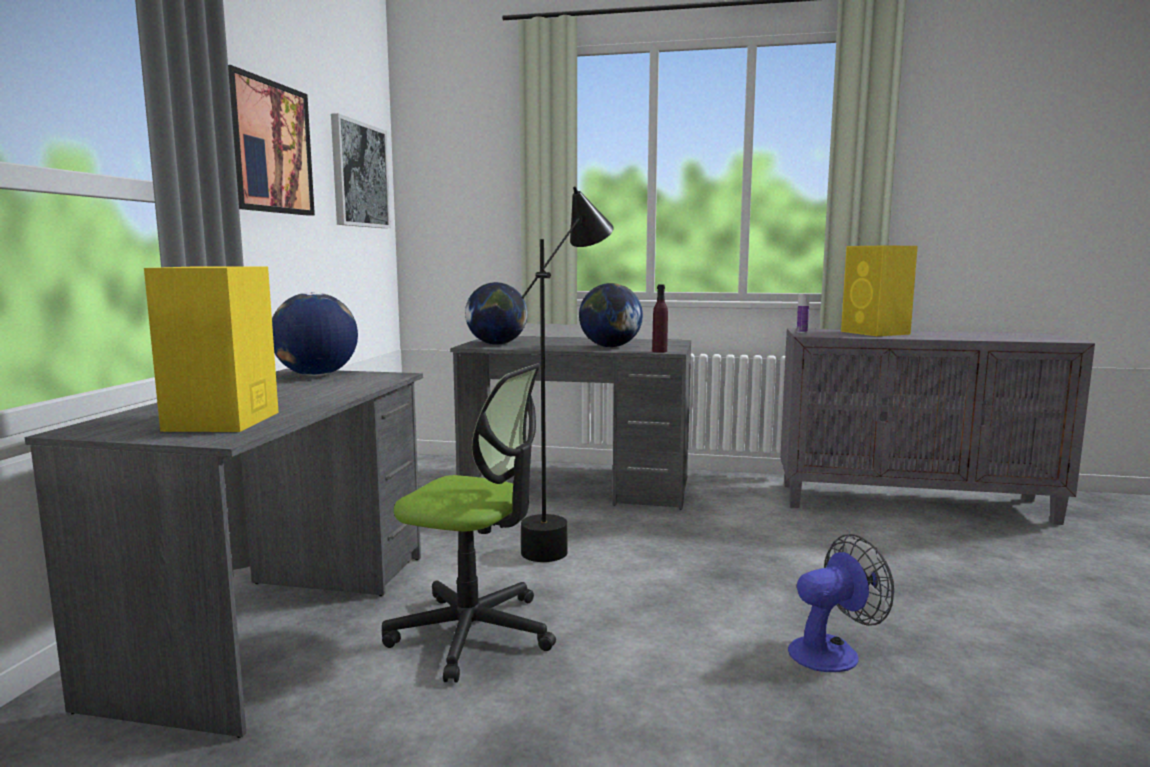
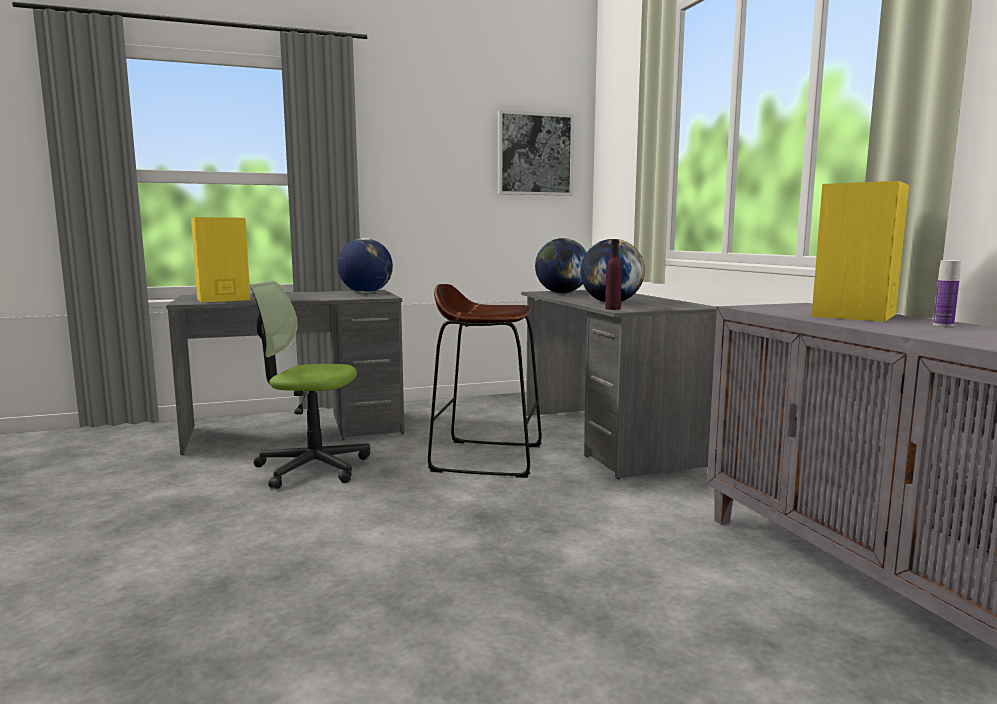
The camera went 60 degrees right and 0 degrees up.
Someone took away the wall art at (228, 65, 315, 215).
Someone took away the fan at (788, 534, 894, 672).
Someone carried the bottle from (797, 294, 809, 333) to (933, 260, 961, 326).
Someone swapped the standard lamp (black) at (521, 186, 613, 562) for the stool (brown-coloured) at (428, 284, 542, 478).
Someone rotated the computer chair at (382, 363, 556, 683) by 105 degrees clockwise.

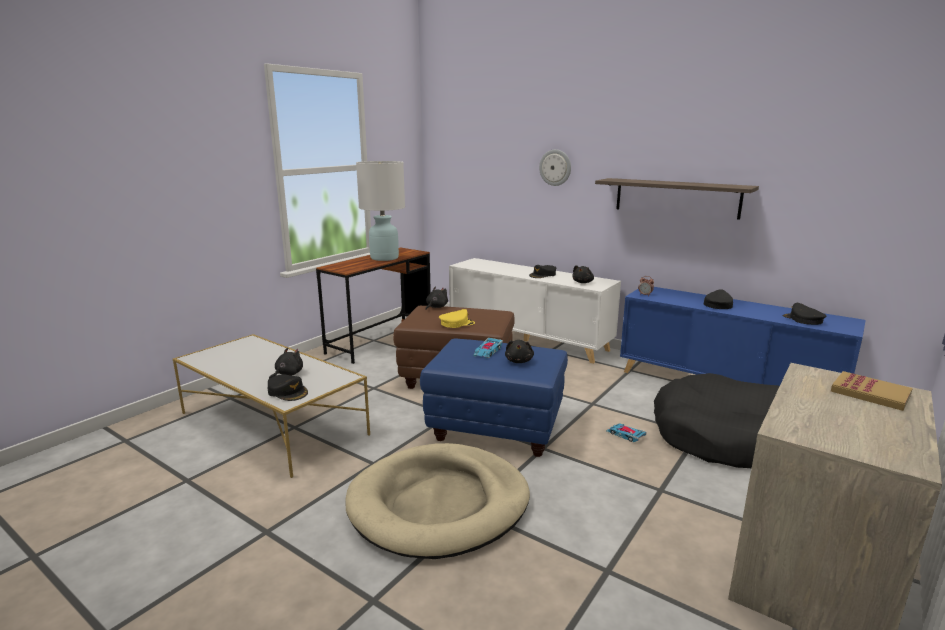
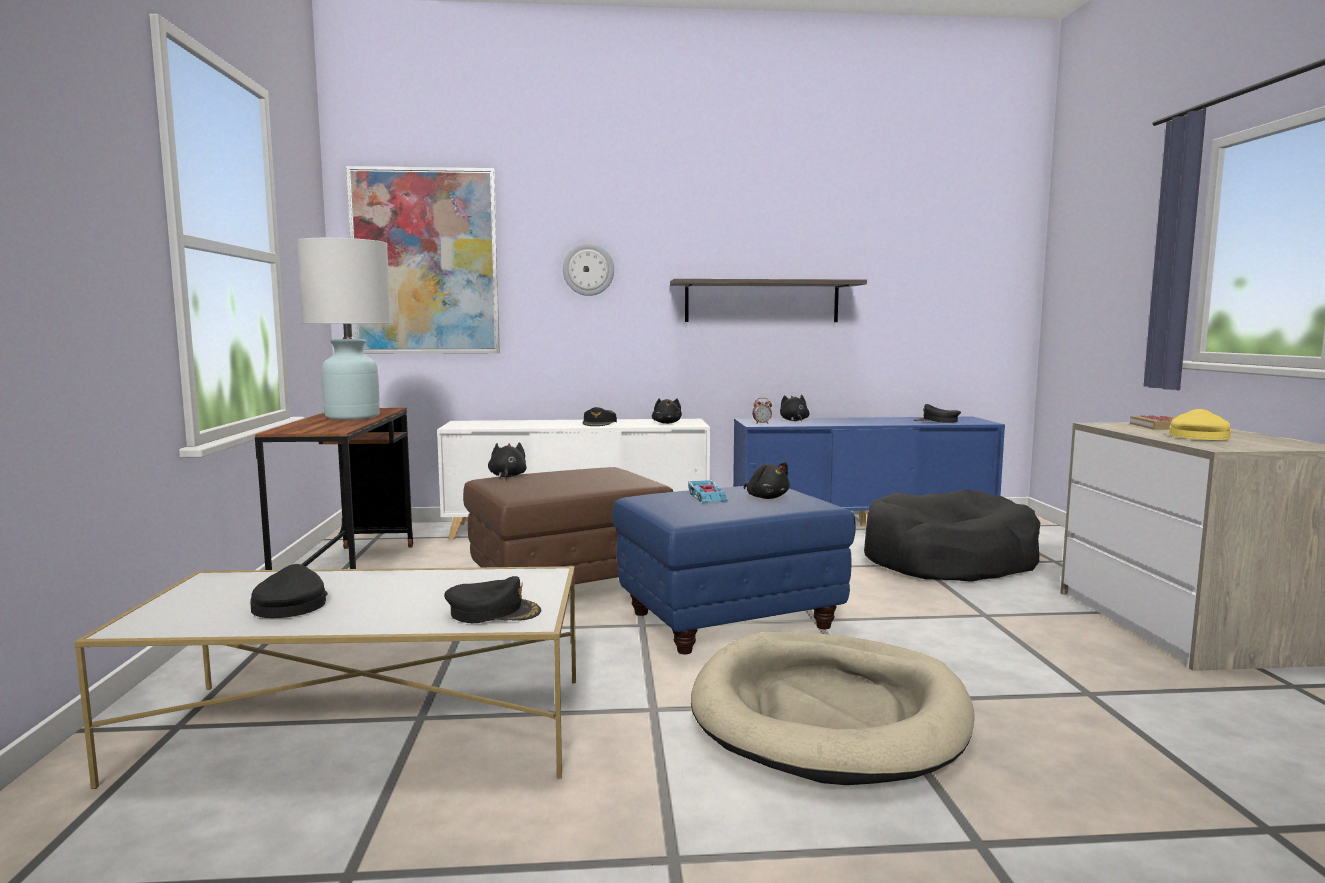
The camera went 40 degrees left and 10 degrees down.
Someone took away the model car at (606, 423, 647, 442).
Someone put up the wall art at (346, 166, 500, 354).
Someone carried the cuddly toy (black) from (269, 348, 303, 379) to (780, 395, 809, 421).
Someone carried the cap (yellow-coloured) from (439, 309, 475, 328) to (1169, 409, 1231, 440).
Someone carried the cap (black) from (704, 289, 733, 309) to (250, 564, 328, 618).

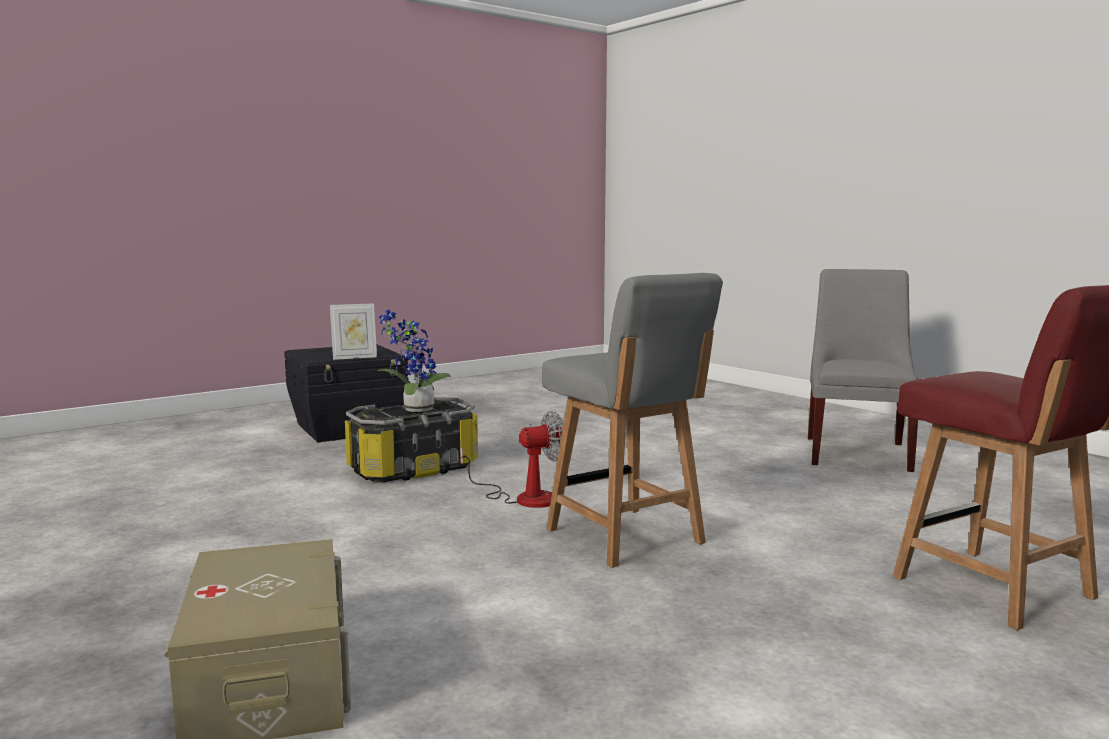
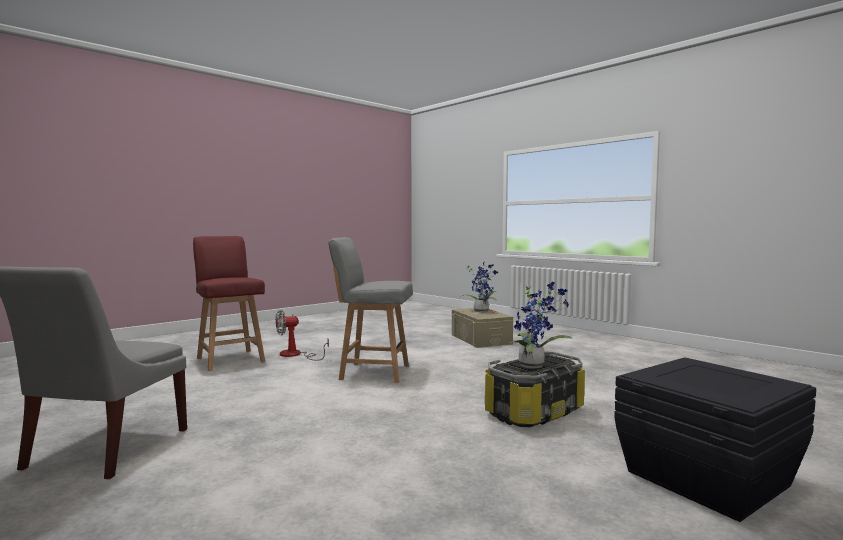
The camera went 175 degrees right and 5 degrees down.
Someone took away the picture frame at (330, 303, 377, 360).
Someone put down the potted plant at (462, 261, 498, 312).
Someone carried the fan from (460, 411, 563, 508) to (276, 310, 329, 361).
Someone rotated the upright chair (greyish) at (542, 273, 723, 568) by 45 degrees counterclockwise.

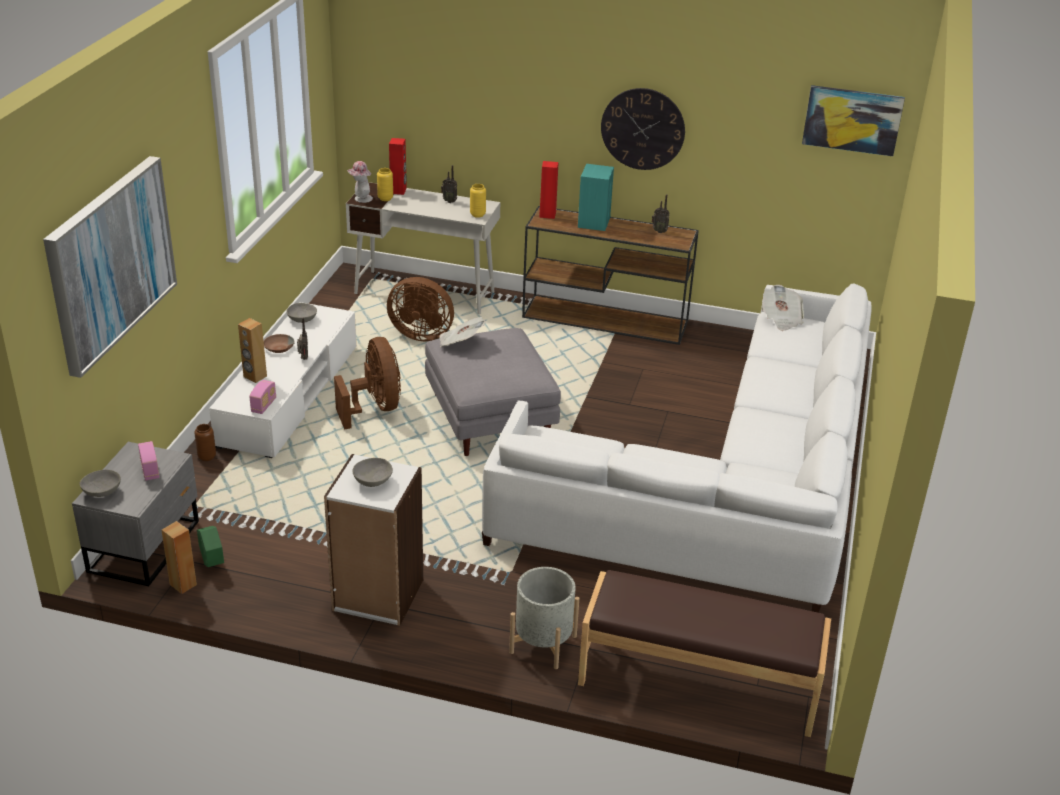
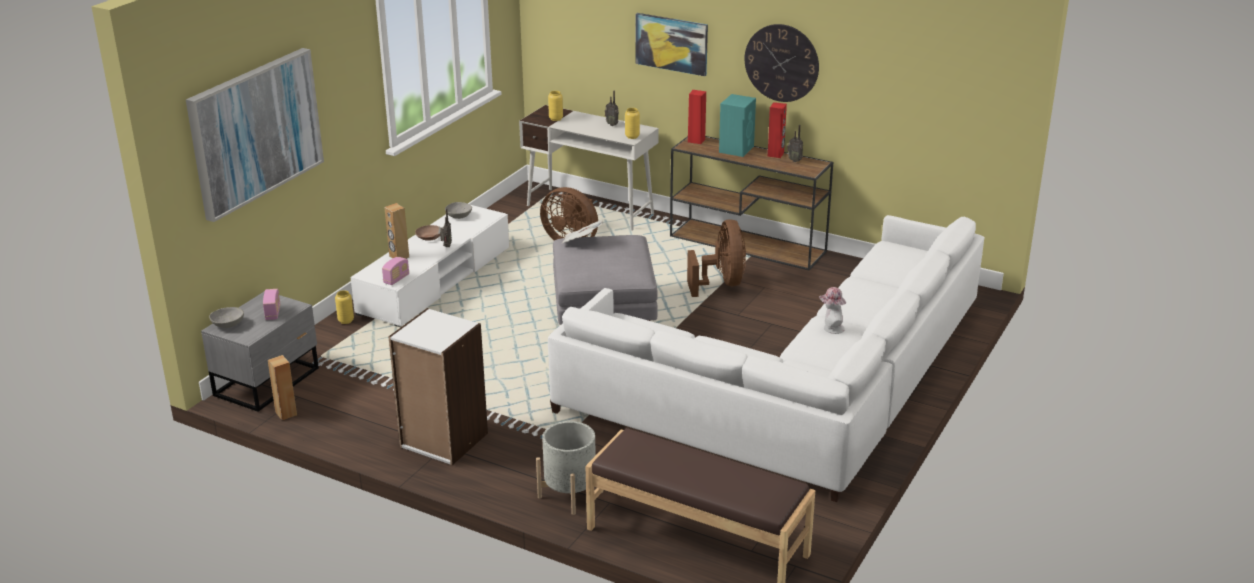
The camera went 15 degrees right and 5 degrees down.
Someone took away the planter (green-coloured) at (197, 526, 224, 567).
Someone took away the bowl (greyish) at (352, 458, 393, 487).
Someone took away the newspaper at (761, 285, 804, 331).
Someone carried the fan (brown-coloured) from (334, 337, 401, 429) to (687, 219, 746, 297).
Someone carried the hat from (347, 161, 373, 203) to (819, 287, 846, 334).
Someone carried the speaker (reddish) from (389, 138, 407, 195) to (768, 102, 787, 158).
Someone carried the wall art from (802, 85, 905, 156) to (636, 13, 708, 76).
Someone repainted the flower vase (brown-coloured) at (194, 424, 216, 461), which became the flower vase (yellow-coloured) at (335, 290, 354, 324).

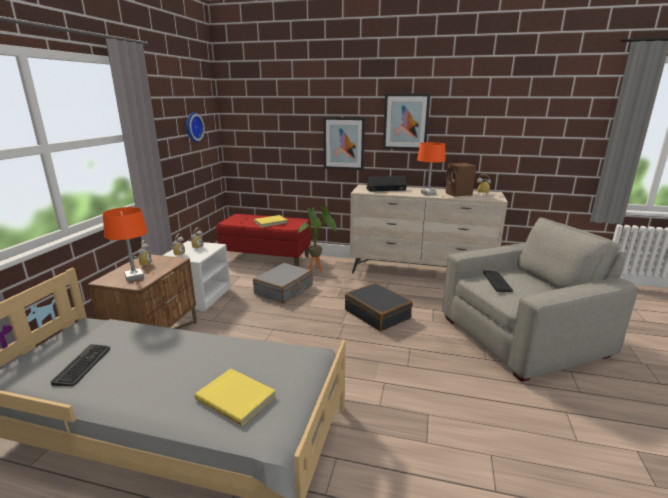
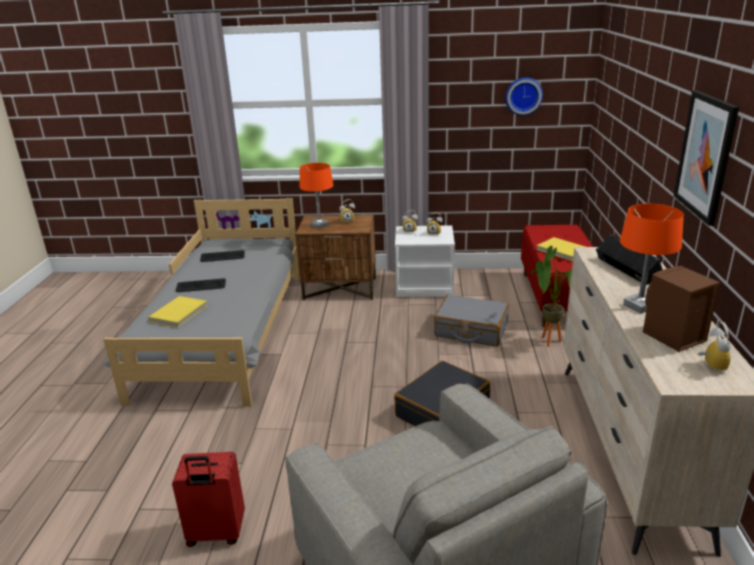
The camera went 80 degrees right and 5 degrees up.
Someone took away the wall art at (323, 117, 365, 170).
Someone put down the suitcase (reddish) at (172, 452, 245, 547).
Someone carried the PC keyboard from (483, 270, 513, 292) to (176, 278, 226, 292).

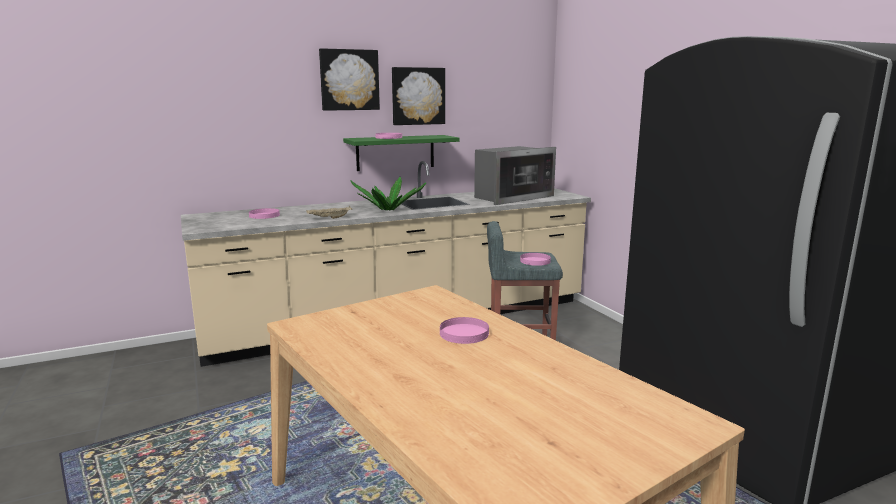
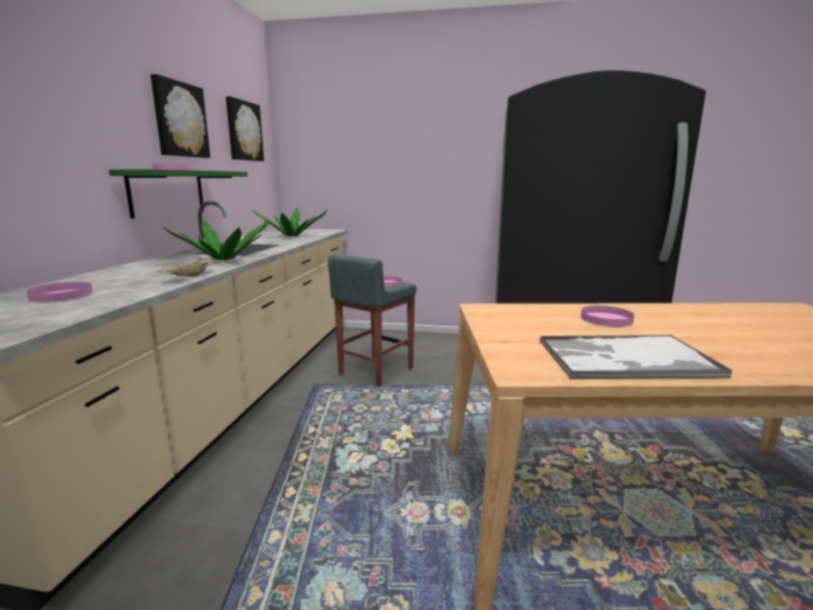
The camera went 55 degrees left and 0 degrees up.
Someone put down the tray at (540, 335, 732, 379).
Someone carried the wall art from (319, 48, 380, 111) to (226, 96, 264, 161).
Someone swapped the microwave oven at (474, 146, 556, 205) for the potted plant at (253, 208, 328, 236).

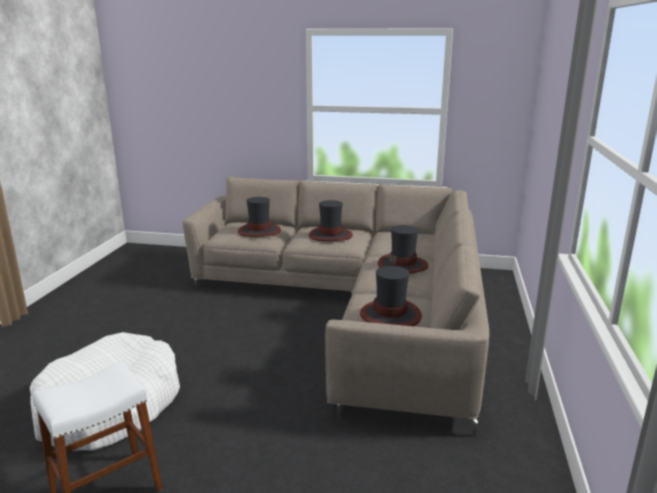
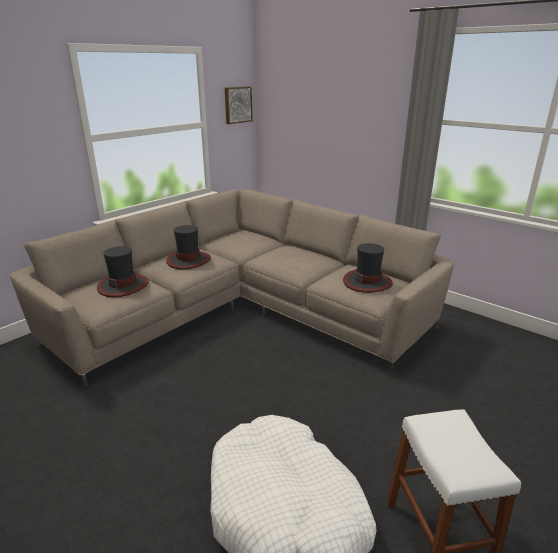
The camera went 60 degrees left and 5 degrees up.
Someone took away the hat at (378, 225, 429, 274).
Someone put up the wall art at (225, 86, 253, 124).

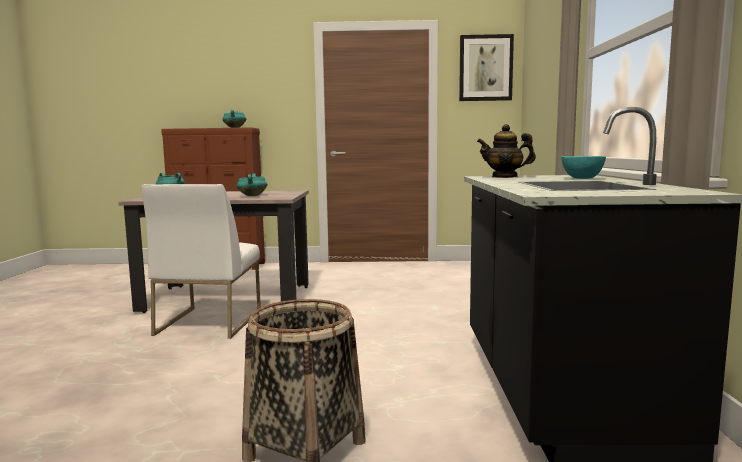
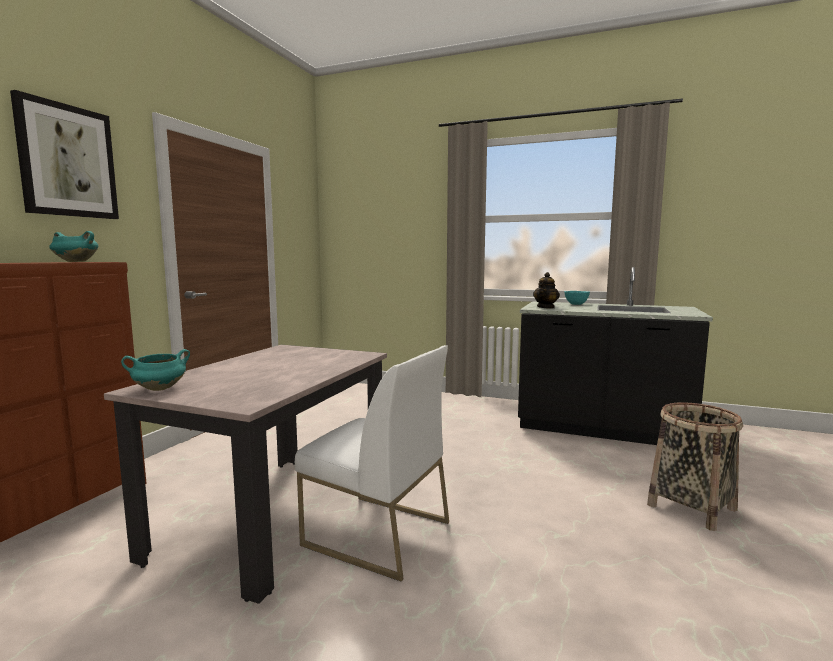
The camera went 70 degrees left and 0 degrees up.
Someone took away the saucepot (blue-green) at (237, 173, 267, 196).
Someone carried the wall art from (459, 34, 514, 101) to (10, 90, 119, 219).

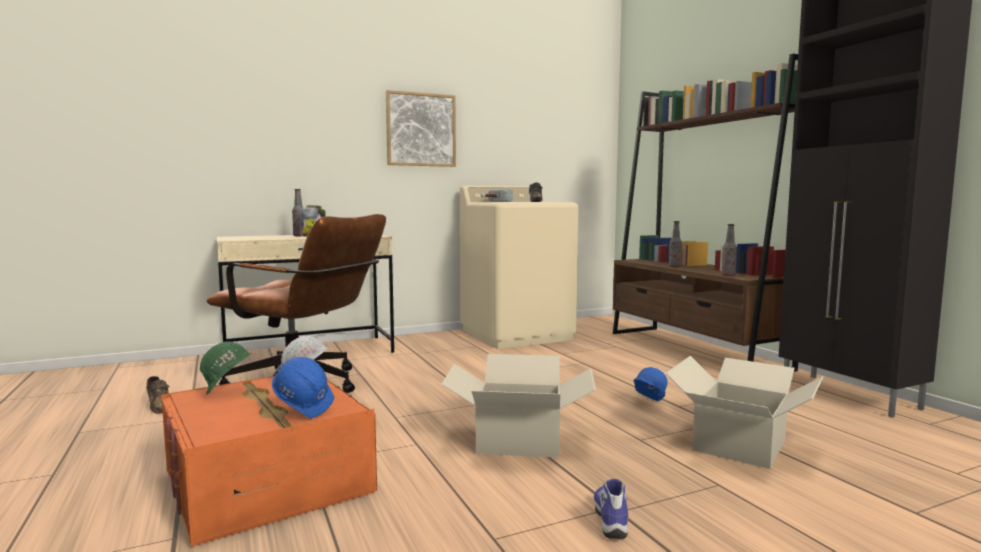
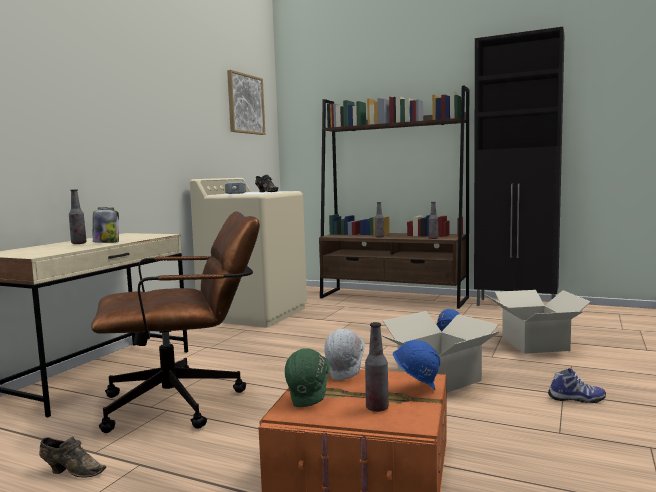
The camera went 40 degrees left and 0 degrees up.
Someone put down the bottle at (365, 322, 389, 412).
Someone carried the wall art from (386, 90, 456, 167) to (227, 70, 265, 135).
Someone rotated the shoe at (594, 479, 628, 539) by 135 degrees clockwise.

